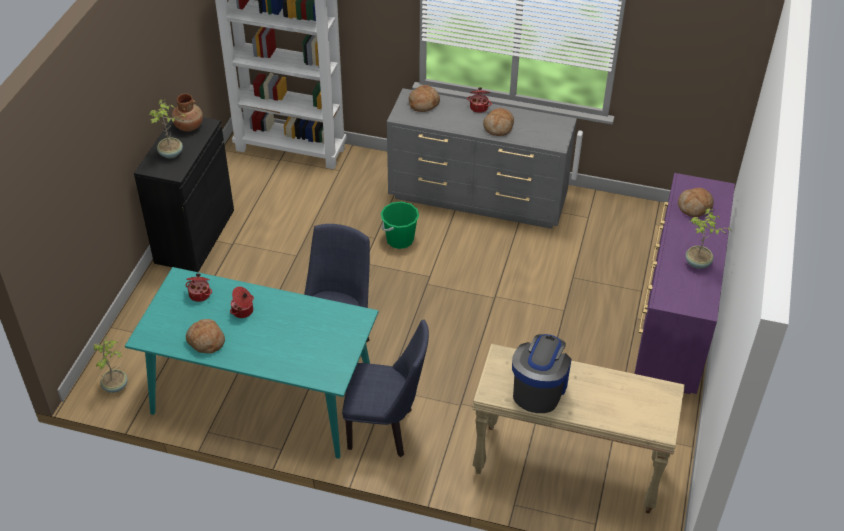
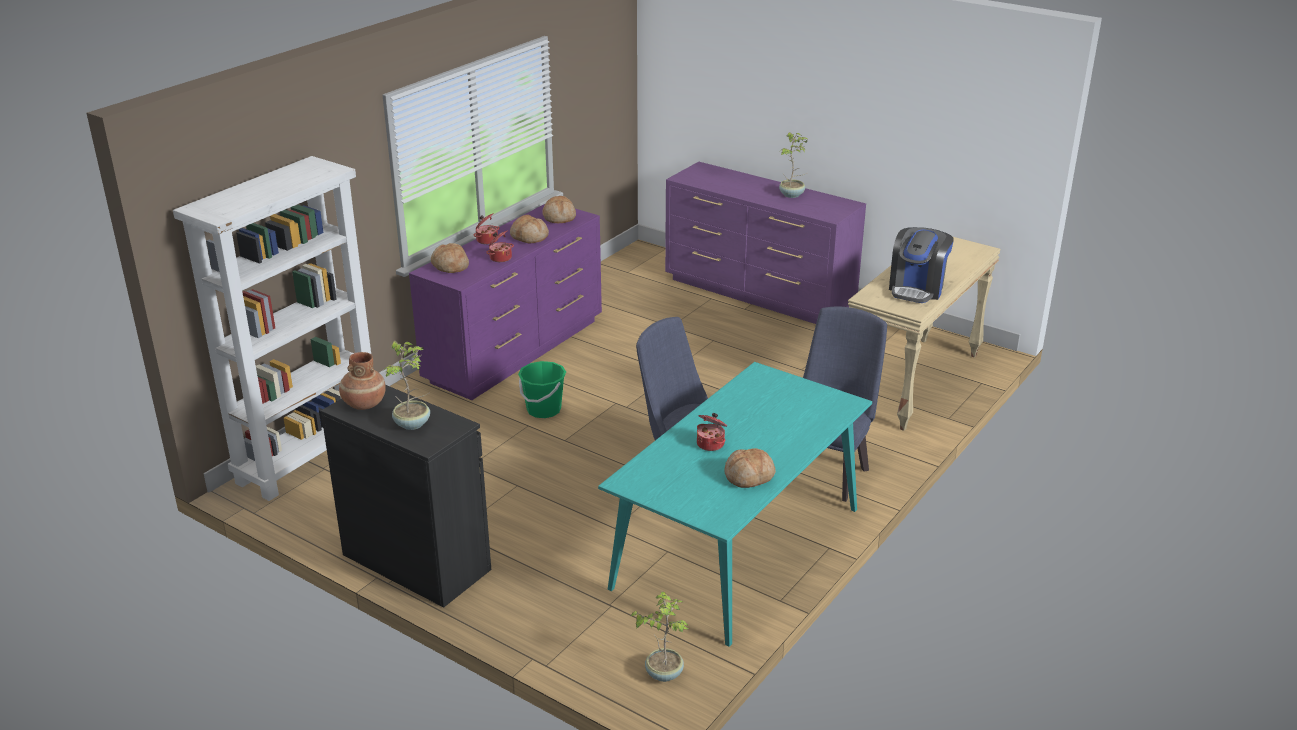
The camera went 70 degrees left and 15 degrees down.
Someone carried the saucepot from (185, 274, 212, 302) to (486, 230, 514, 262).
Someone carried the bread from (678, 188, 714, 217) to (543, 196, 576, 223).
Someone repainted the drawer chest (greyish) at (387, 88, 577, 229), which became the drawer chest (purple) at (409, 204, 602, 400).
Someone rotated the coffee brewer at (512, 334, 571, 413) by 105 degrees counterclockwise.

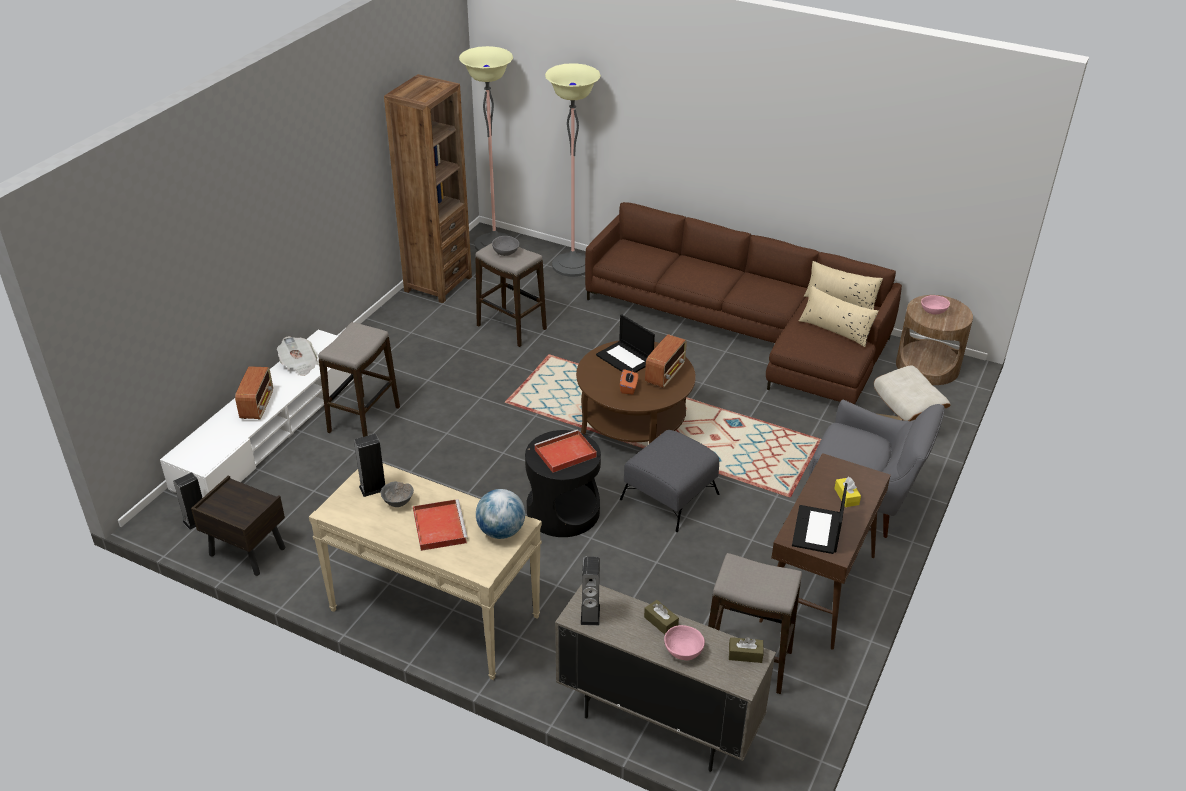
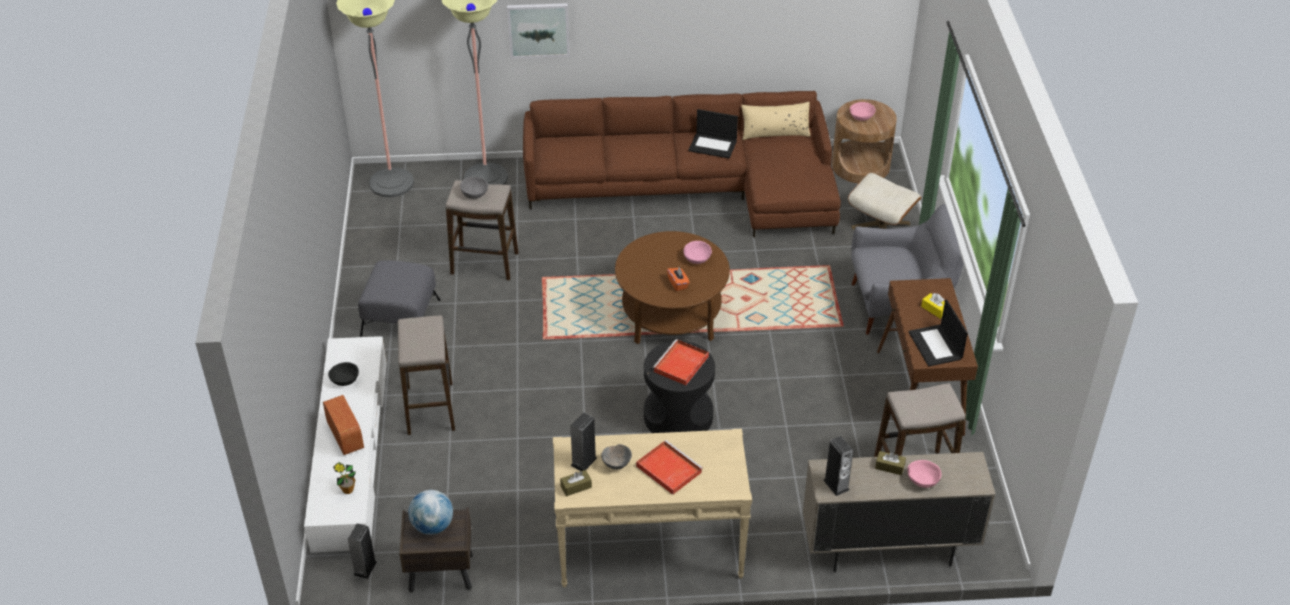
The camera went 30 degrees left and 5 degrees up.
Someone took away the shelving unit (brown-coloured) at (384, 74, 472, 303).
Someone took away the cushion (beige) at (799, 285, 879, 347).
Someone put down the potted plant at (333, 462, 356, 494).
Someone put up the wall art at (507, 3, 570, 59).
Someone carried the desk globe from (476, 489, 525, 539) to (408, 490, 453, 535).
Someone carried the portable computer from (596, 314, 655, 373) to (689, 109, 738, 159).
Someone carried the footrest (greyish) from (620, 430, 720, 532) to (358, 260, 440, 337).
Someone carried the tissue box (brown-coloured) from (729, 637, 763, 663) to (560, 470, 592, 496).
Someone swapped the newspaper at (277, 336, 319, 376) for the bowl (black) at (328, 362, 359, 386).
Someone swapped the radio at (645, 334, 687, 388) for the bowl (pinkish) at (684, 241, 712, 264).

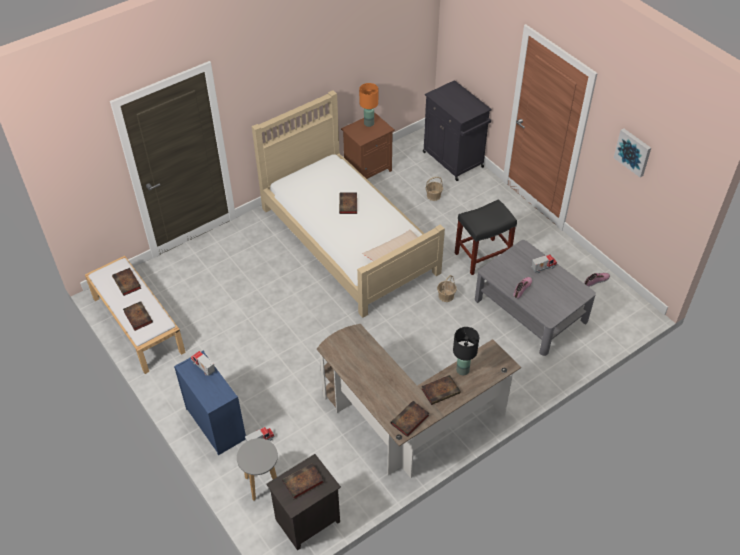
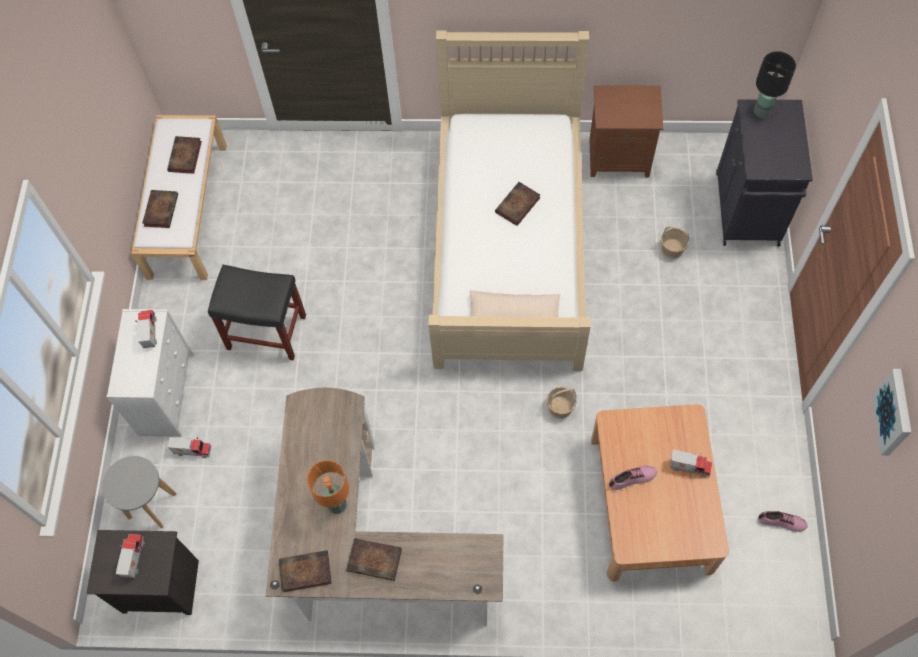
The camera went 40 degrees right and 15 degrees up.
Someone carried the lamp for a table (orange-coloured) from (359, 83, 378, 127) to (307, 460, 349, 514).
Someone carried the lamp for a table (black) from (453, 327, 479, 375) to (754, 51, 796, 118).
Someone carried the stool (black) from (455, 199, 517, 275) to (208, 265, 306, 360).
Someone swapped the book at (282, 463, 324, 499) for the model truck at (116, 534, 145, 578).
Someone repainted the drawer chest (bluish) at (174, 351, 246, 455), which became the drawer chest (white) at (106, 309, 194, 437).
Someone repainted the low table (greyish) at (475, 240, 596, 356), which became the low table (brown-coloured) at (591, 404, 729, 581).

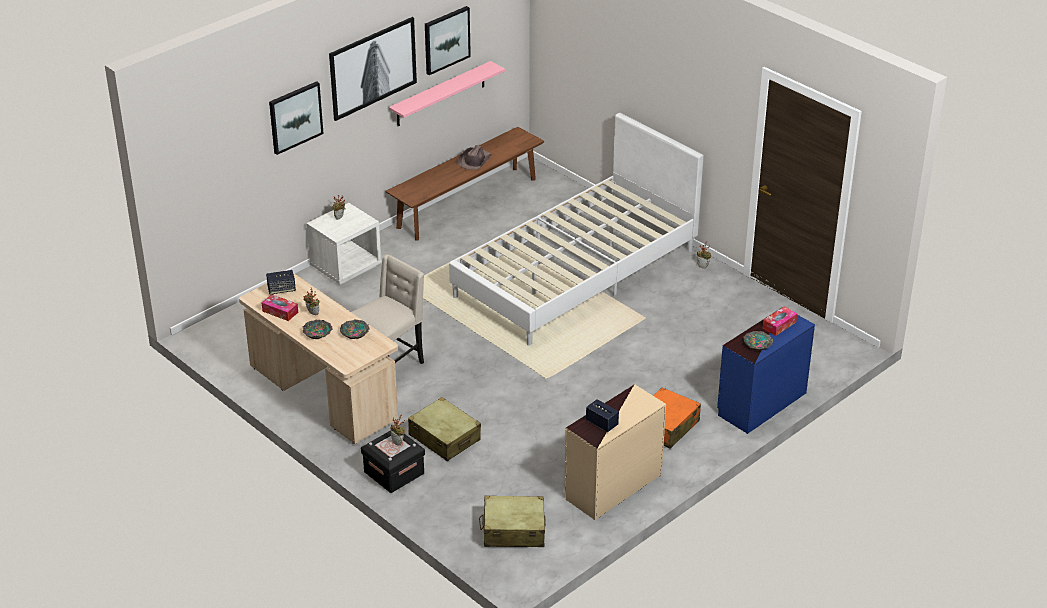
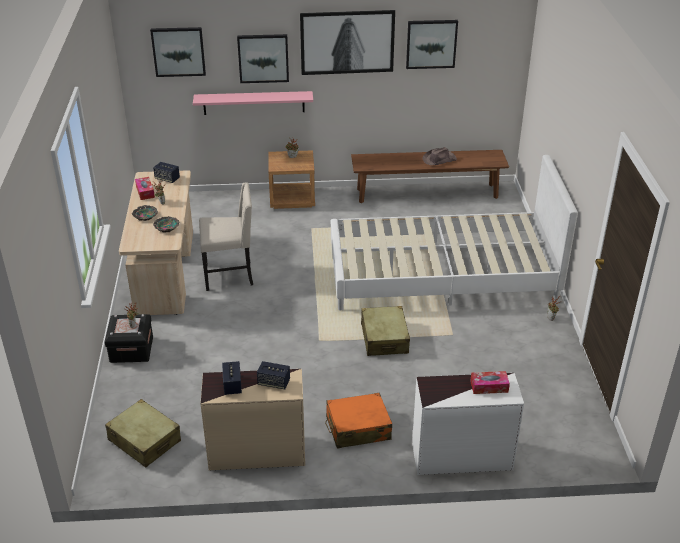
The camera went 40 degrees right and 0 degrees up.
Someone took away the bowl at (743, 331, 773, 351).
Someone put up the wall art at (150, 27, 206, 77).
Someone put down the speaker at (257, 361, 290, 389).
Someone carried the wall shelf (pinkish) from (389, 61, 505, 126) to (193, 91, 313, 115).
Someone carried the suitcase (beige) from (408, 397, 481, 461) to (361, 306, 410, 356).
Someone repainted the nightstand (white) at (306, 203, 382, 284), which became the nightstand (brown-coloured) at (268, 150, 315, 209).
Someone repainted the drawer chest (bluish) at (717, 308, 815, 434), which became the drawer chest (white) at (412, 373, 524, 475).

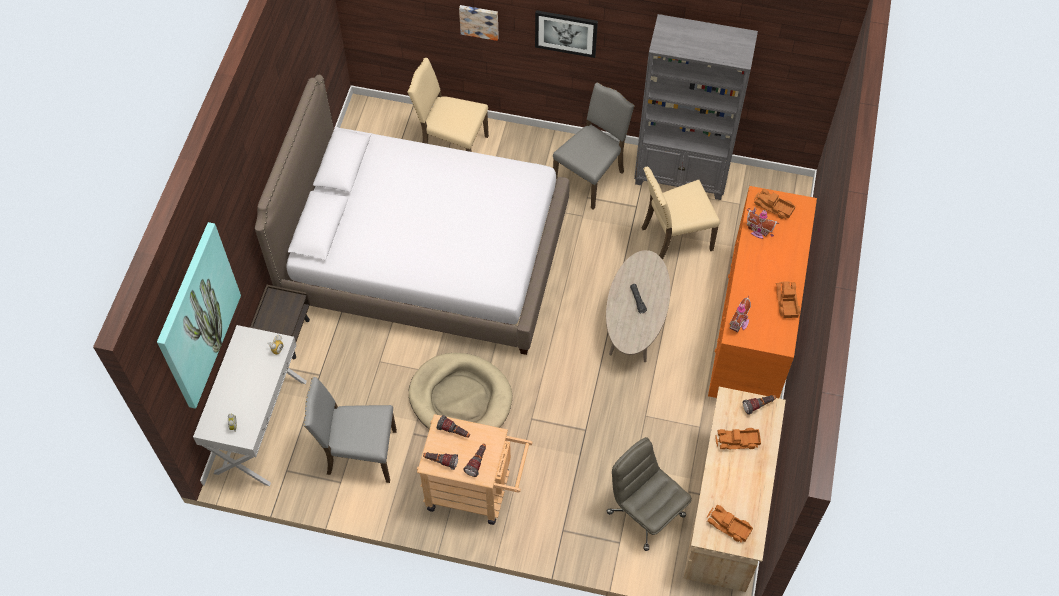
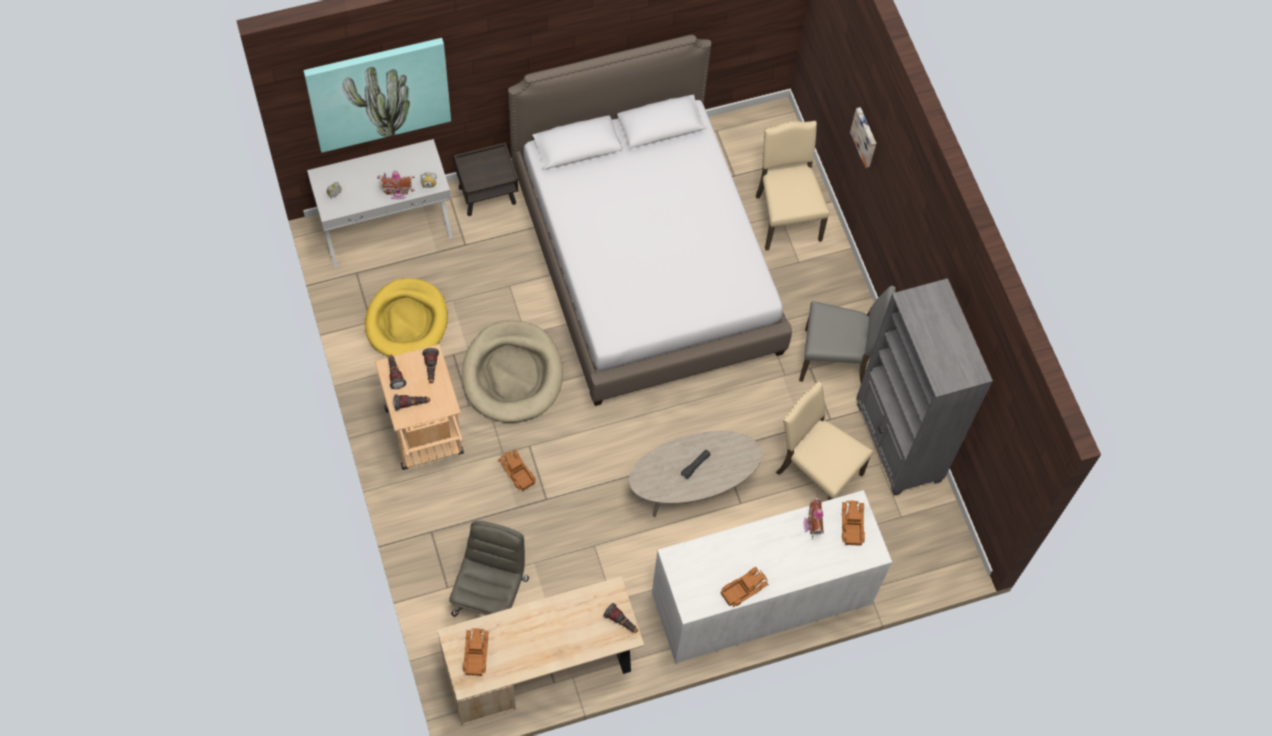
The camera went 55 degrees right and 5 degrees up.
Someone took away the wall art at (535, 10, 598, 58).
Someone carried the model truck from (716, 428, 761, 449) to (499, 450, 536, 491).
Someone carried the toy house from (730, 296, 751, 332) to (377, 171, 415, 199).
Someone swapped the upright chair (greyish) at (304, 377, 397, 483) for the dog cushion (yellow-coloured) at (365, 278, 448, 356).
Someone repainted the drawer chest (orange-coloured) at (708, 186, 817, 398), which became the drawer chest (white) at (652, 490, 892, 663).

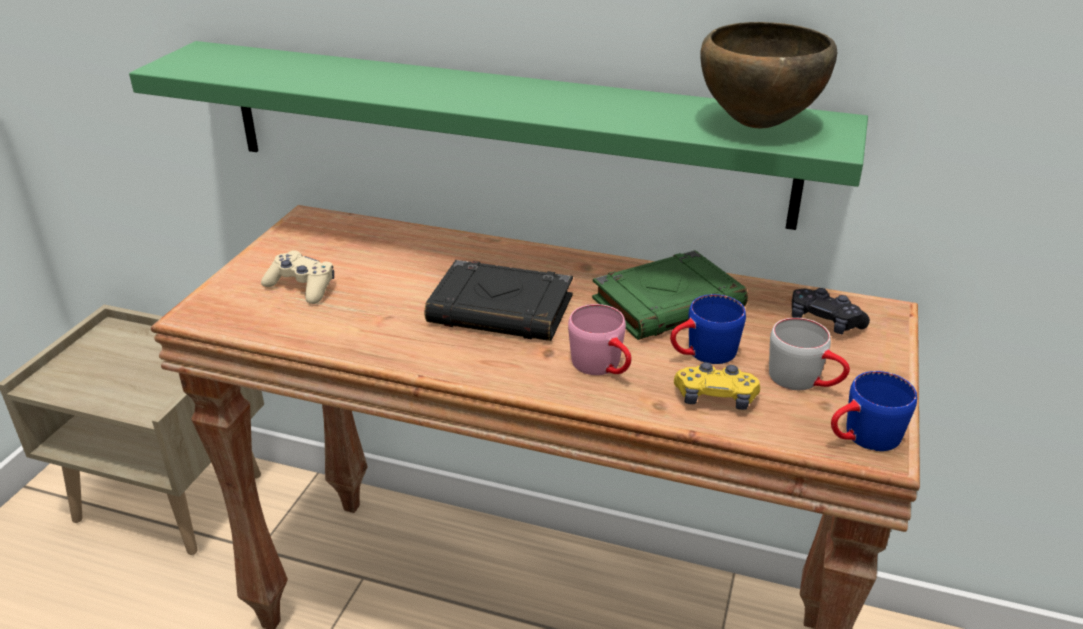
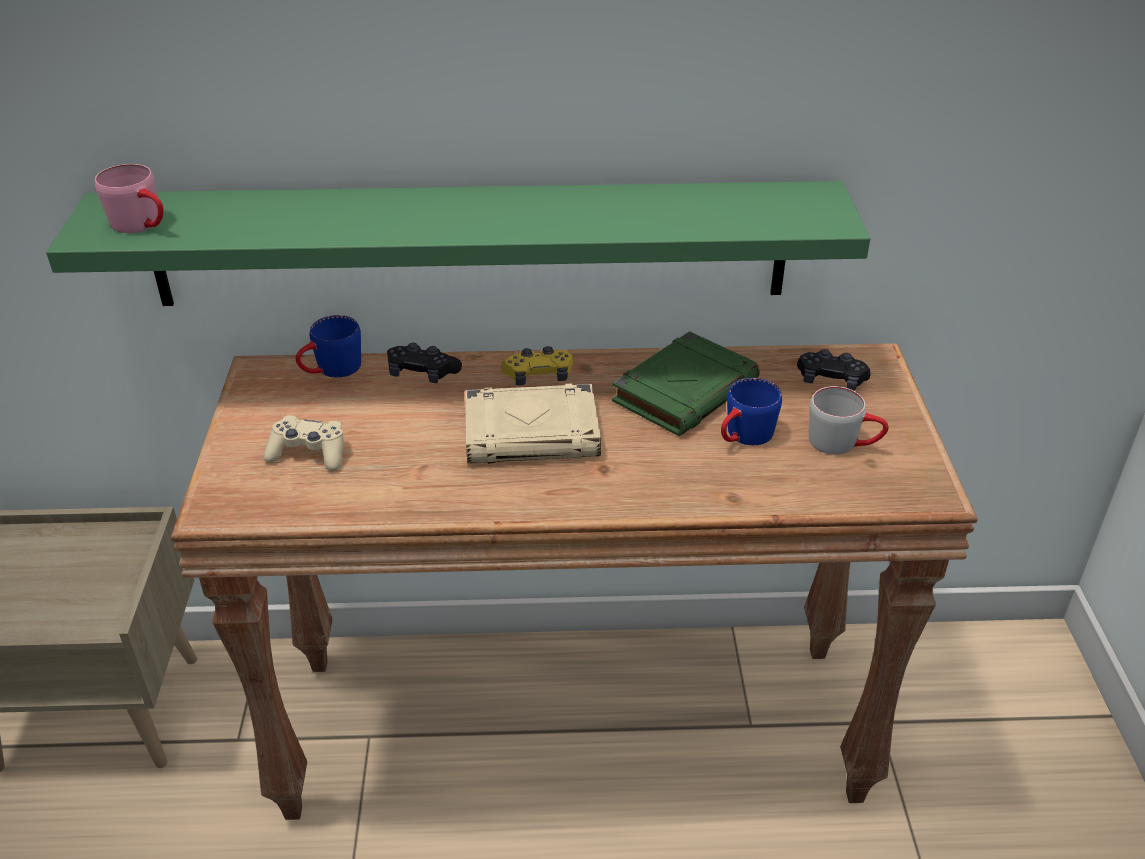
The camera went 20 degrees left and 5 degrees up.
Someone took away the bowl (brown-coloured) at (700, 22, 837, 128).
Someone put down the gamepad (black) at (387, 343, 462, 383).
Someone carried the tea mug (pinkish) from (568, 304, 632, 375) to (95, 164, 164, 233).
Someone carried the gamepad (yellow-coloured) from (674, 362, 760, 410) to (501, 346, 573, 385).
Someone carried the tea mug (bluish) from (831, 371, 917, 451) to (296, 315, 361, 377).
Someone repainted the book (black) at (425, 260, 573, 341), which became the book (beige) at (465, 383, 601, 464).

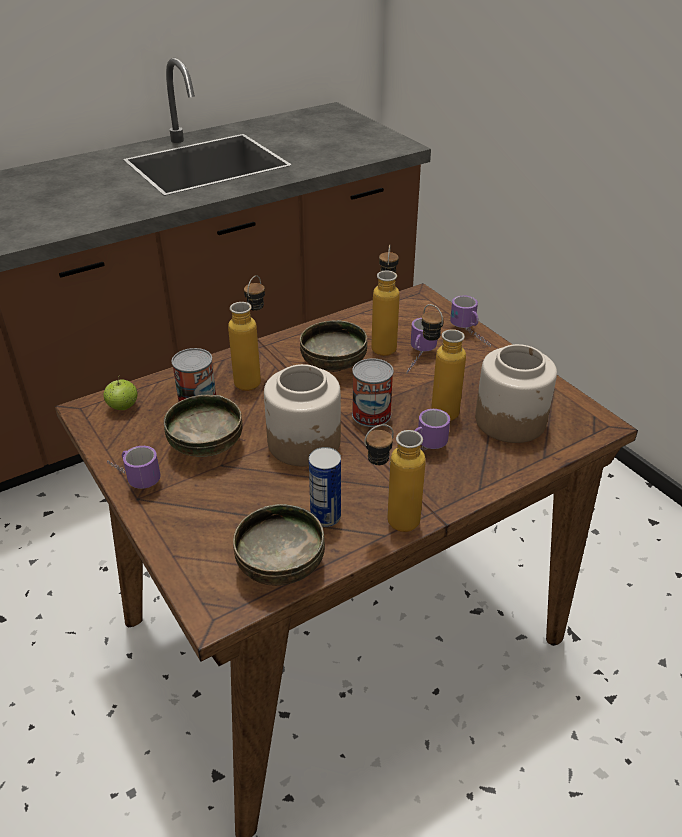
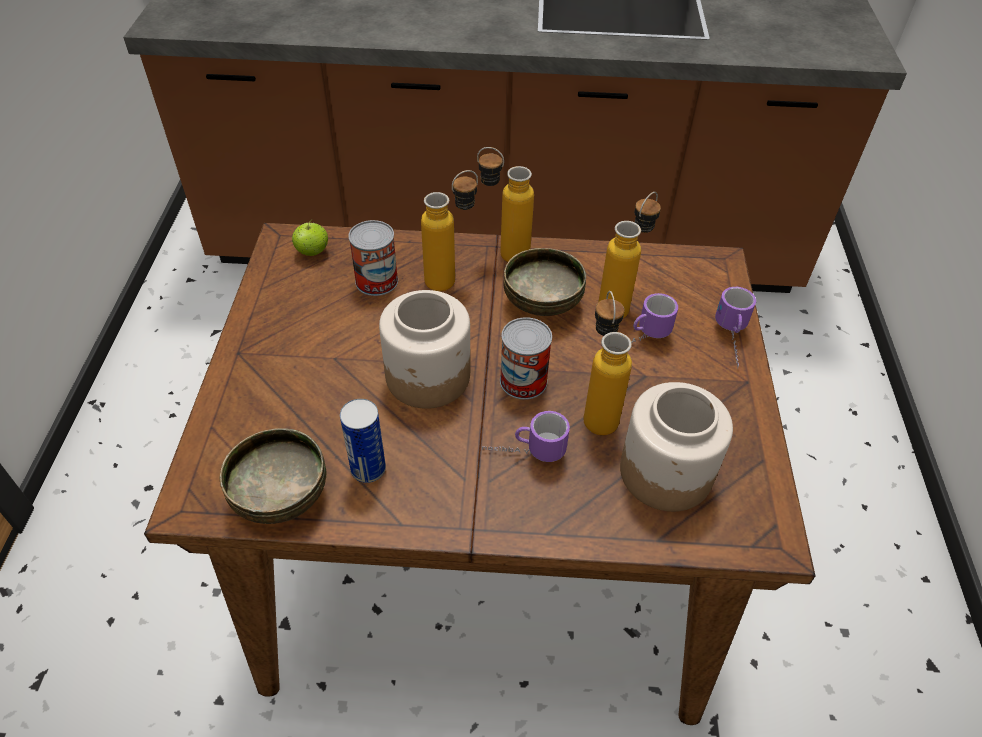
The camera went 35 degrees right and 10 degrees up.
Someone took away the tea mug at (107, 446, 161, 489).
Someone took away the bowl at (164, 395, 243, 457).
Someone carried the bottle from (364, 424, 426, 532) to (477, 147, 534, 262).

